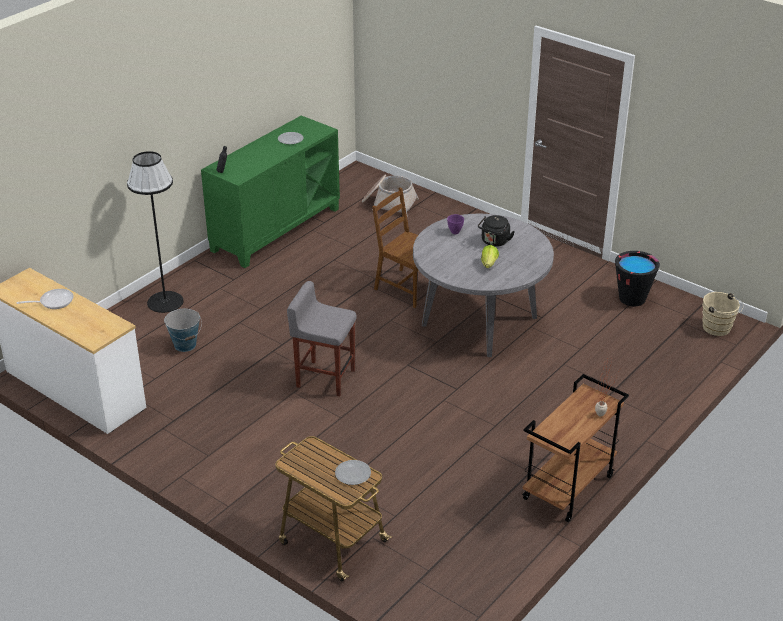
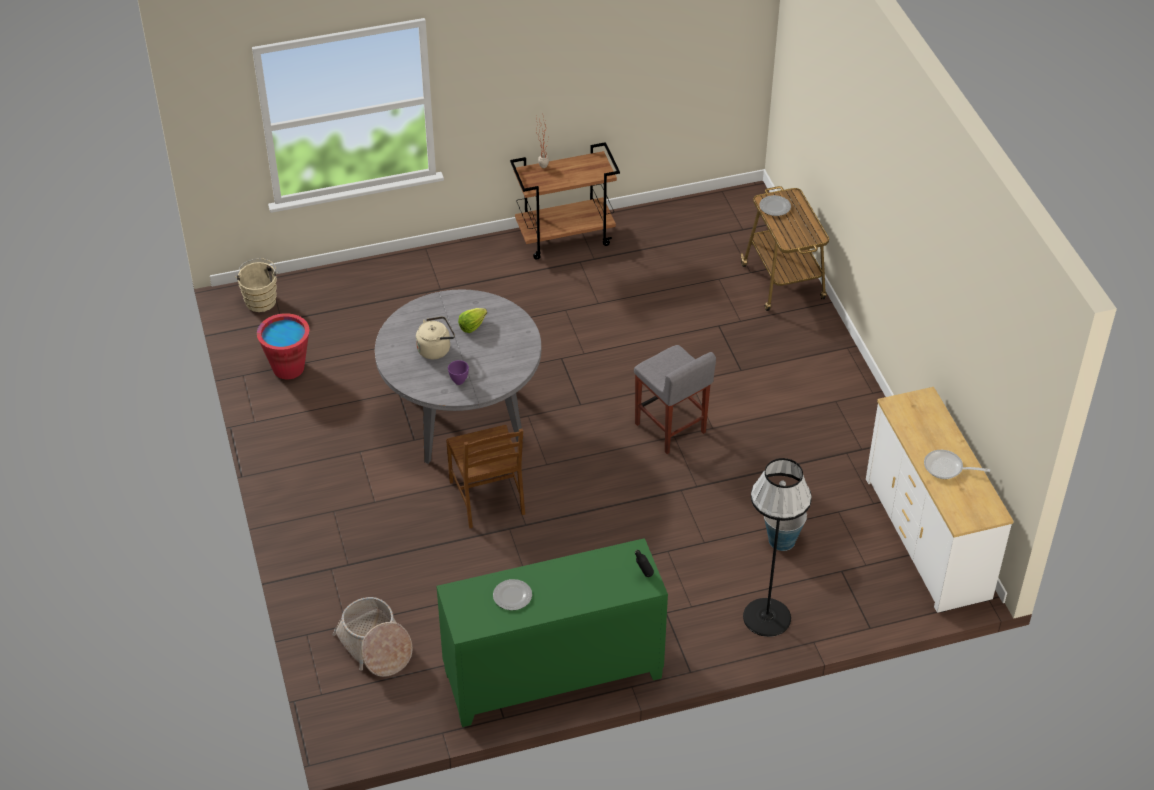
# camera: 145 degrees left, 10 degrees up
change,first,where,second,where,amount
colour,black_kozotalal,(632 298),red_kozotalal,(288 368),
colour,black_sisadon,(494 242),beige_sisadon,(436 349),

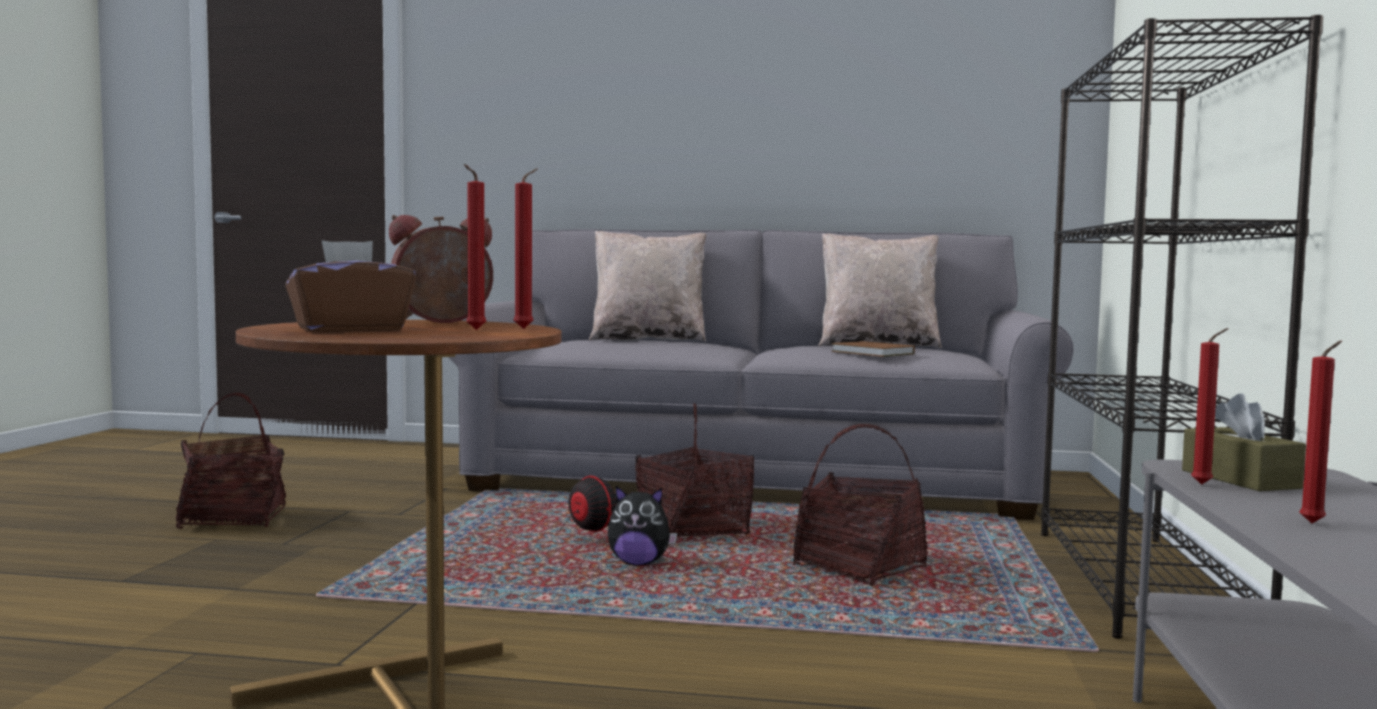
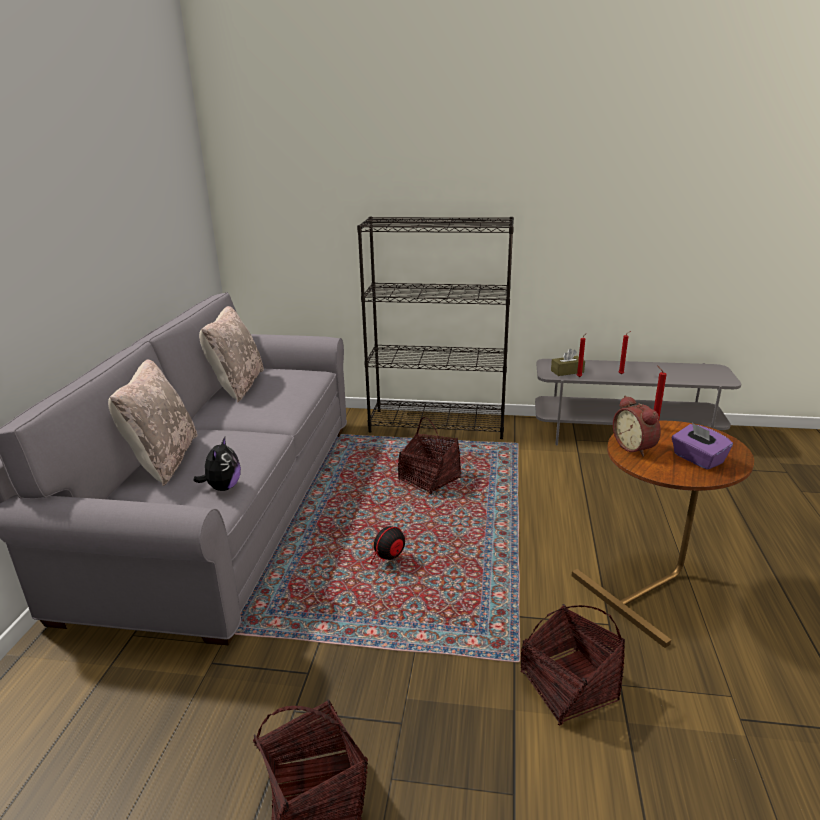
# camera: 90 degrees left, 20 degrees up
change,first,where,second,where,amount
relocated,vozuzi,(639 563),,(223 487),
relocated,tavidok,(693 530),,(567 686),
colour,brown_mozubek,(350 329),purple_mozubek,(697 459),
missing,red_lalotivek,(473 330),,,
missing,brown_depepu,(873 353),,,

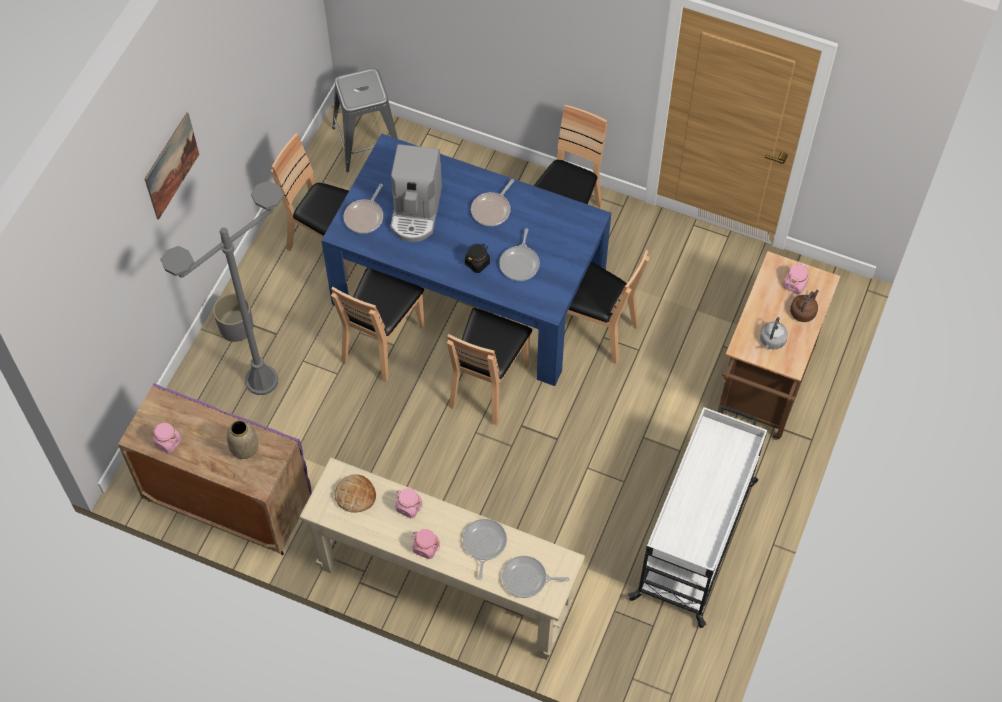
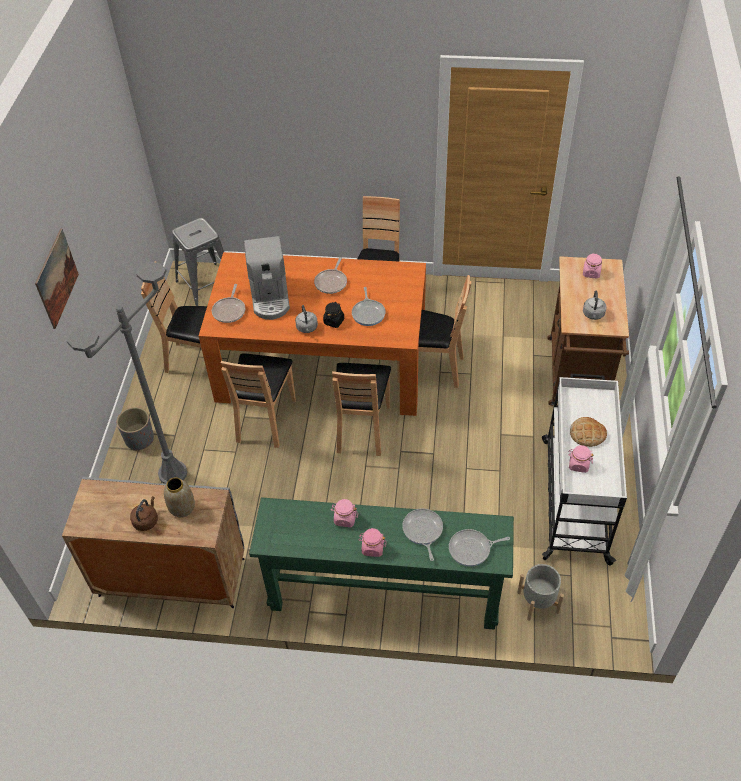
# camera: 15 degrees left, 10 degrees down
change,first,where,second,where,amount
colour,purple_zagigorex,(227 502),grey_zagigorex,(171 577),
relocated,brown_sisadon,(803 311),,(146 520),
colour,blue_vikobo,(469 290),orange_vikobo,(322 365),
colour,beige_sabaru,(445 586),green_sabaru,(384 593),
appeared,,,grey_sisadon,(307 328),
appeared,,,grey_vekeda,(538 602),
relocated,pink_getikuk,(167 442),,(578 464),
relocated,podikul,(355 495),,(587 434),

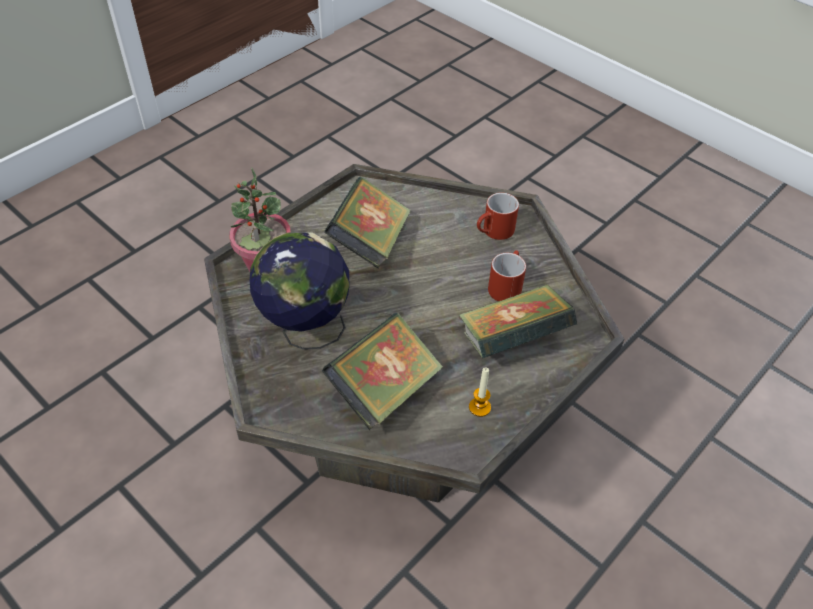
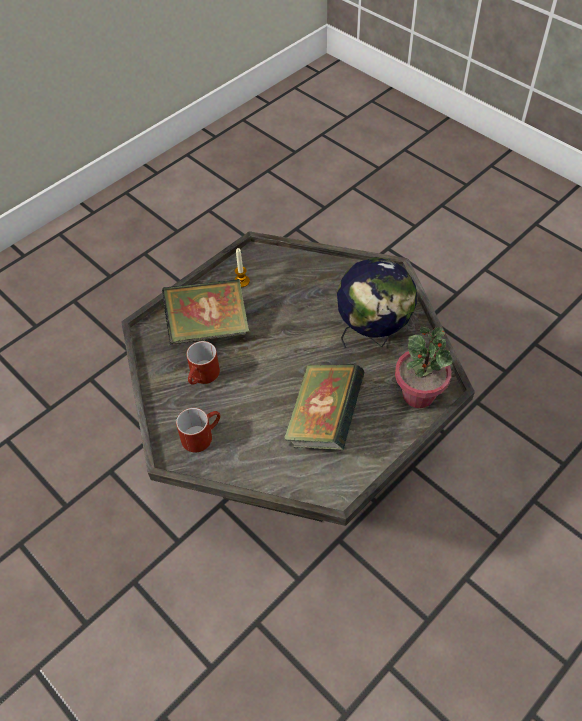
# camera: 175 degrees left, 5 degrees up
change,first,where,second,where,amount
missing,depepu,(384 390),,,

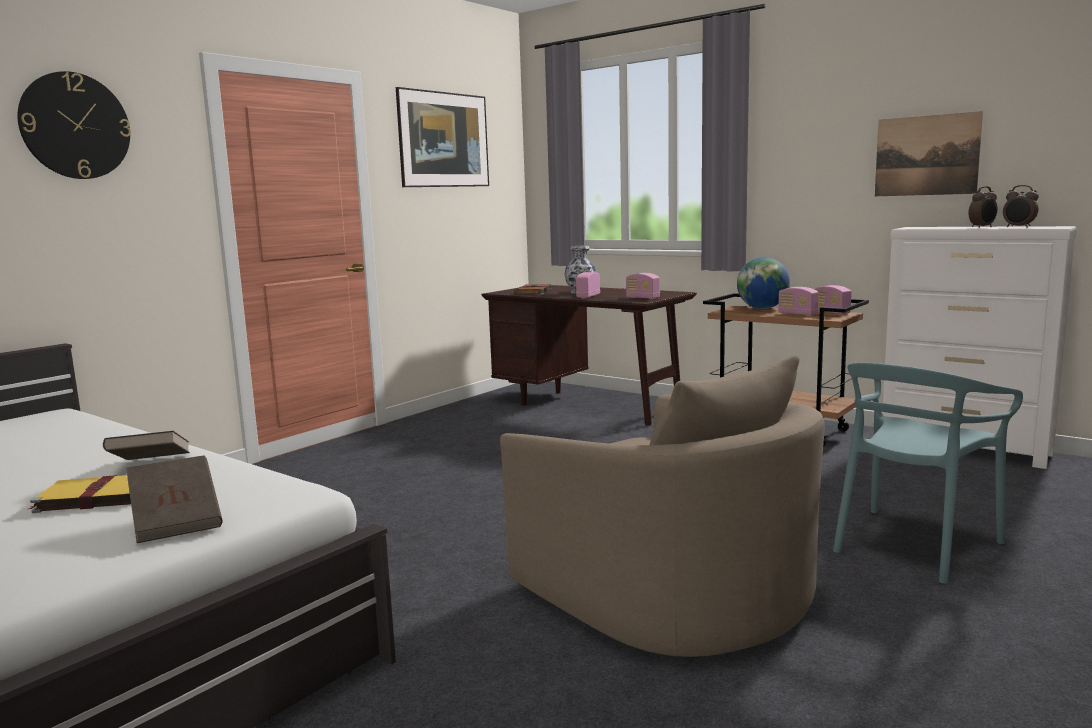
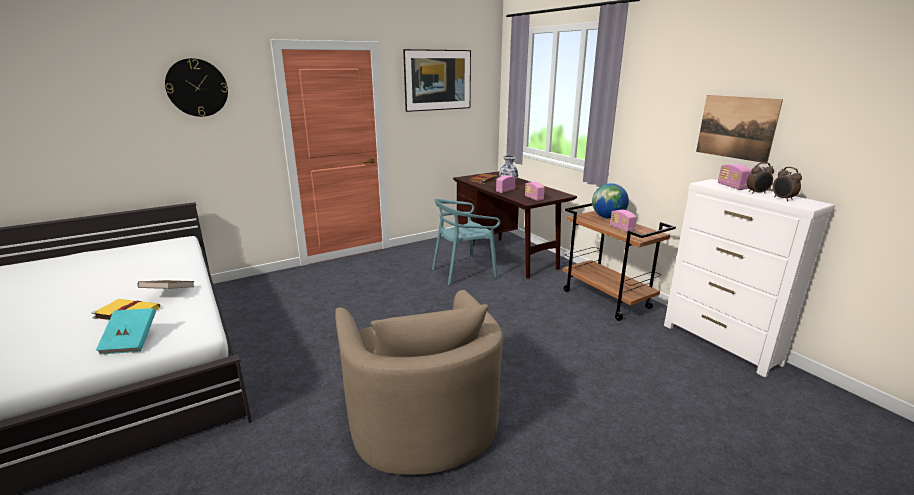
# camera: 20 degrees right, 10 degrees up
change,first,where,second,where,amount
colour,brown_depepu,(177 521),turquoise_depepu,(131 341),
relocated,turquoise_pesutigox,(913 545),,(464 272),
relocated,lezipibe,(831 313),,(732 186),

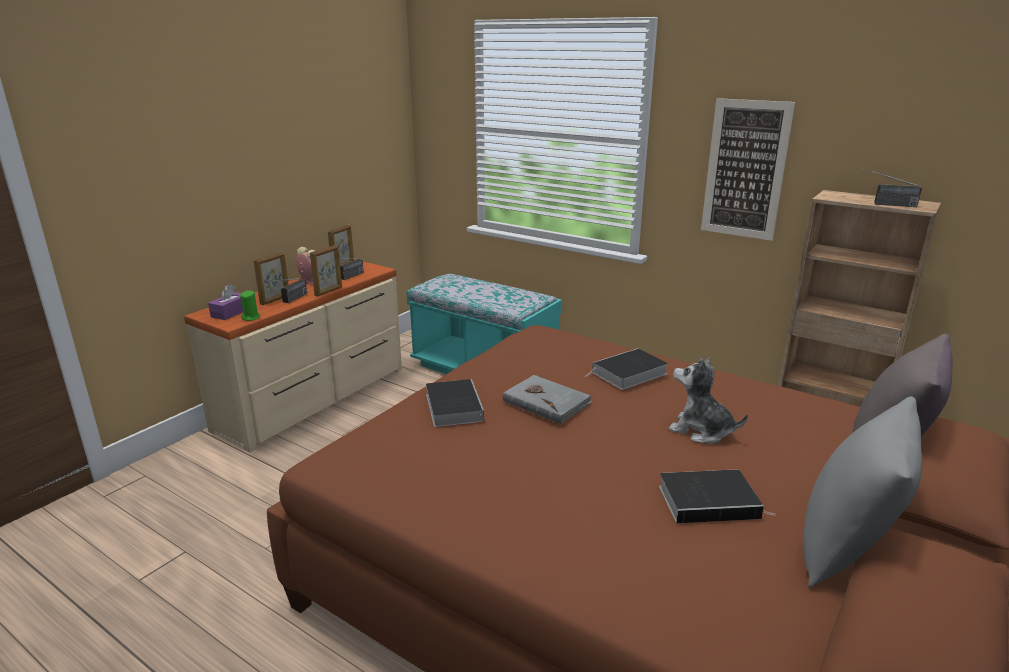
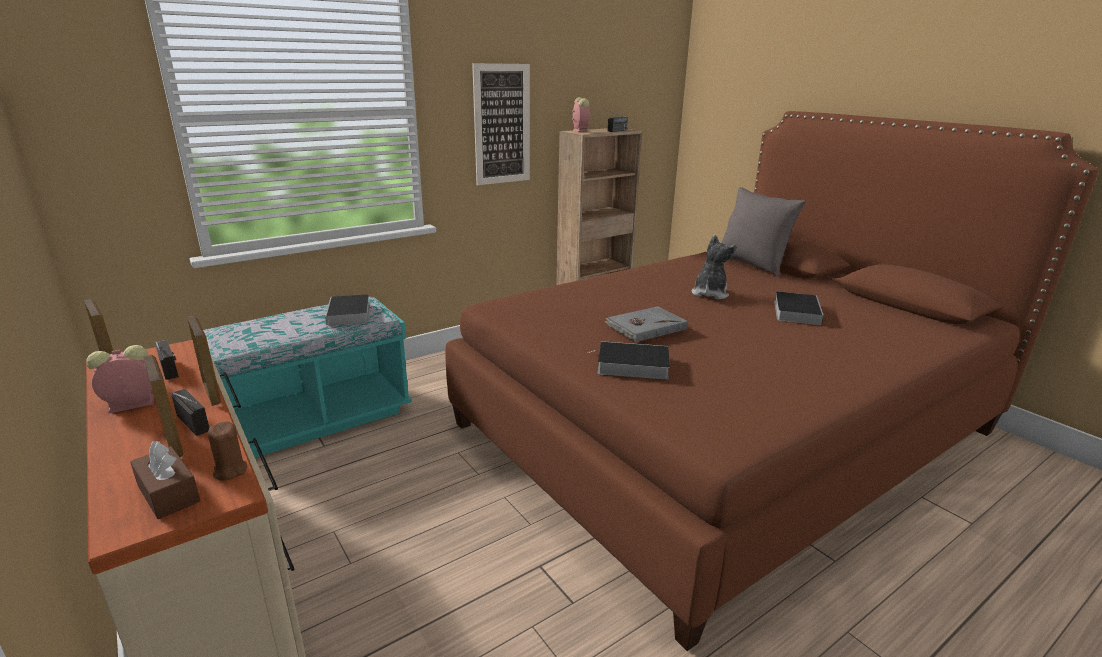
# camera: 70 degrees left, 0 degrees up
change,first,where,second,where,amount
colour,purple_mozubek,(230 313),brown_mozubek,(168 493),
colour,green_lalotivek,(251 318),brown_lalotivek,(230 471),
relocated,depepu,(628 374),,(349 314),
appeared,,,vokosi,(579 131),
spun,vozuzi,(701 431),,(709 293),150 degrees clockwise
missing,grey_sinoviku,(846 549),,,

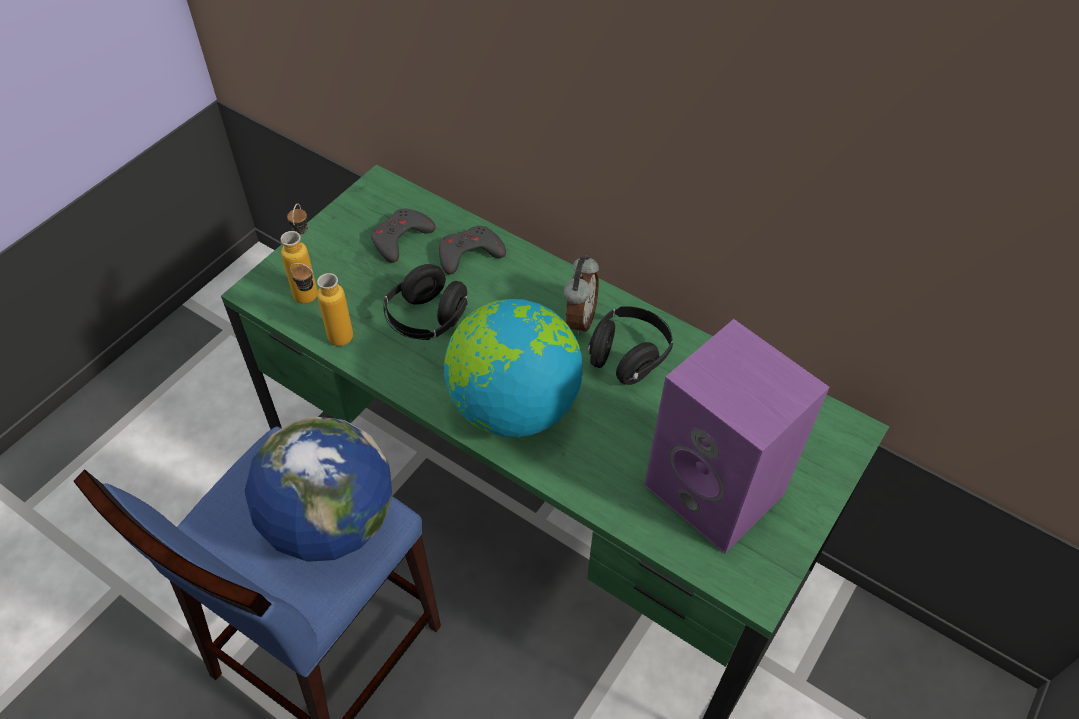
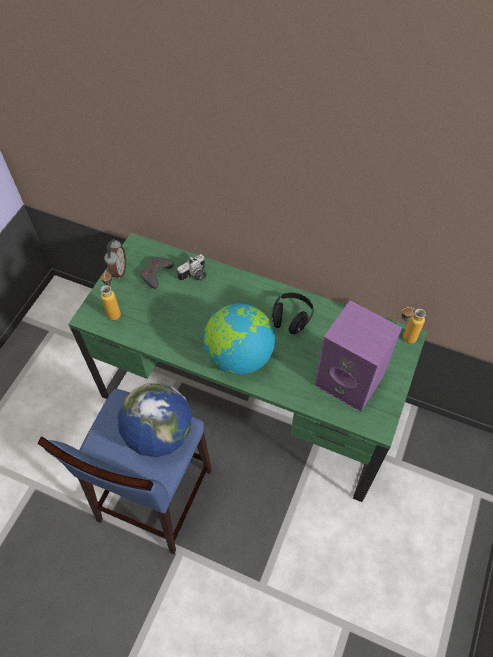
# camera: 10 degrees left, 5 degrees up
change,first,where,second,where,amount
relocated,vokosi,(579 319),,(118 271),
exchanged,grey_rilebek,(469 254),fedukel,(195 276),
relocated,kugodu,(330 335),,(403 338),
missing,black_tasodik,(426 320),,,

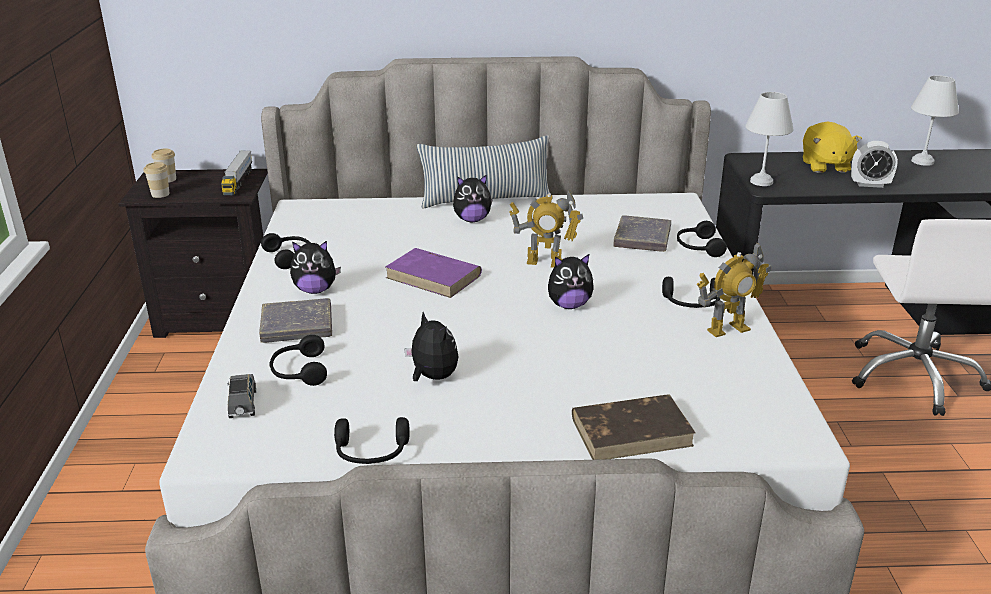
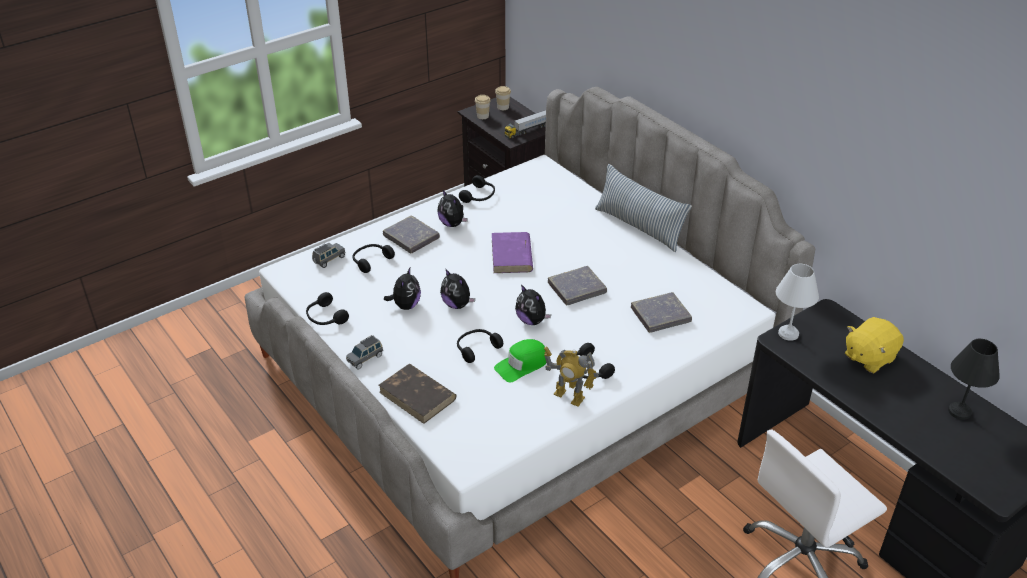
# camera: 55 degrees right, 10 degrees up
change,first,where,second,where,amount
appeared,,,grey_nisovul,(365 358),
relocated,vozuzi,(472 220),,(457 304),
relocated,black_tasodik,(698 247),,(476 348),
appeared,,,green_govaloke,(522 365),
exchanged,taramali,(544 262),grey_depepu,(577 288),
colour,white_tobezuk,(922 161),black_tobezuk,(960 411),
missing,vokosi,(869 184),,,

